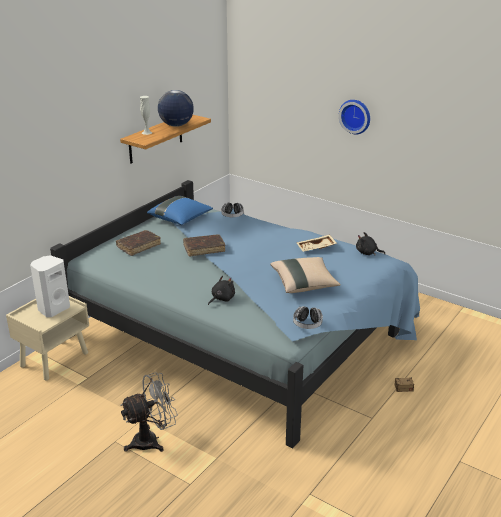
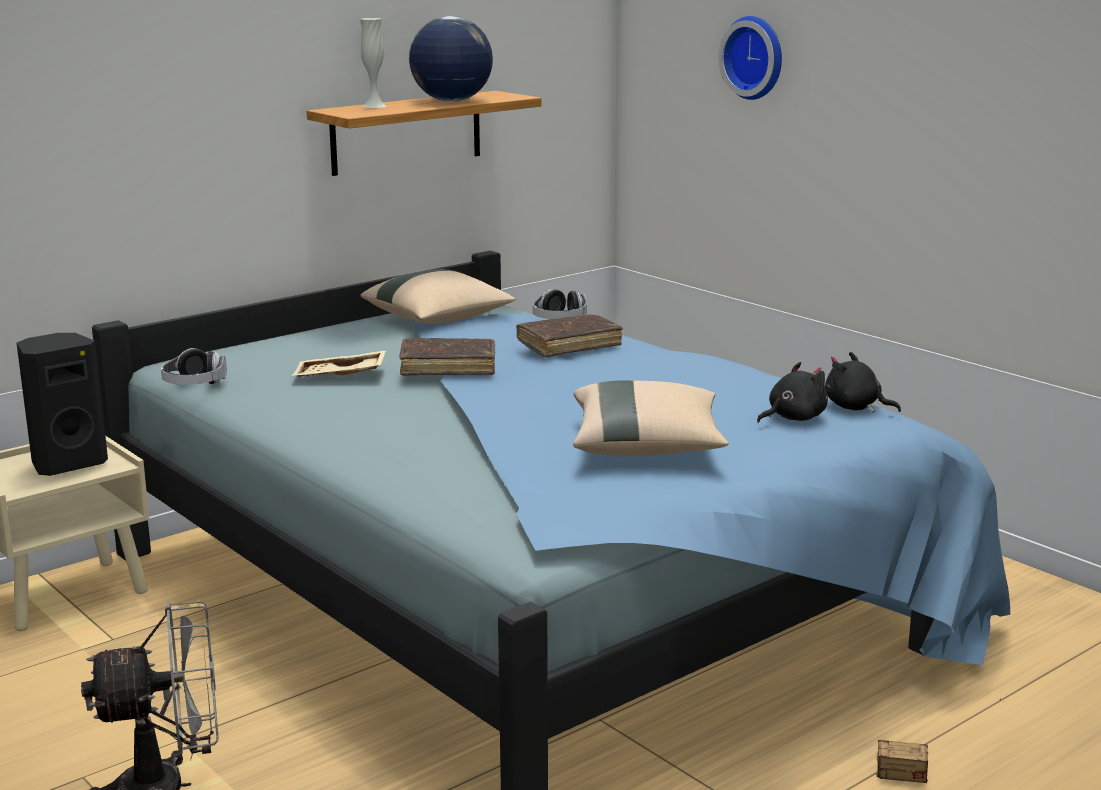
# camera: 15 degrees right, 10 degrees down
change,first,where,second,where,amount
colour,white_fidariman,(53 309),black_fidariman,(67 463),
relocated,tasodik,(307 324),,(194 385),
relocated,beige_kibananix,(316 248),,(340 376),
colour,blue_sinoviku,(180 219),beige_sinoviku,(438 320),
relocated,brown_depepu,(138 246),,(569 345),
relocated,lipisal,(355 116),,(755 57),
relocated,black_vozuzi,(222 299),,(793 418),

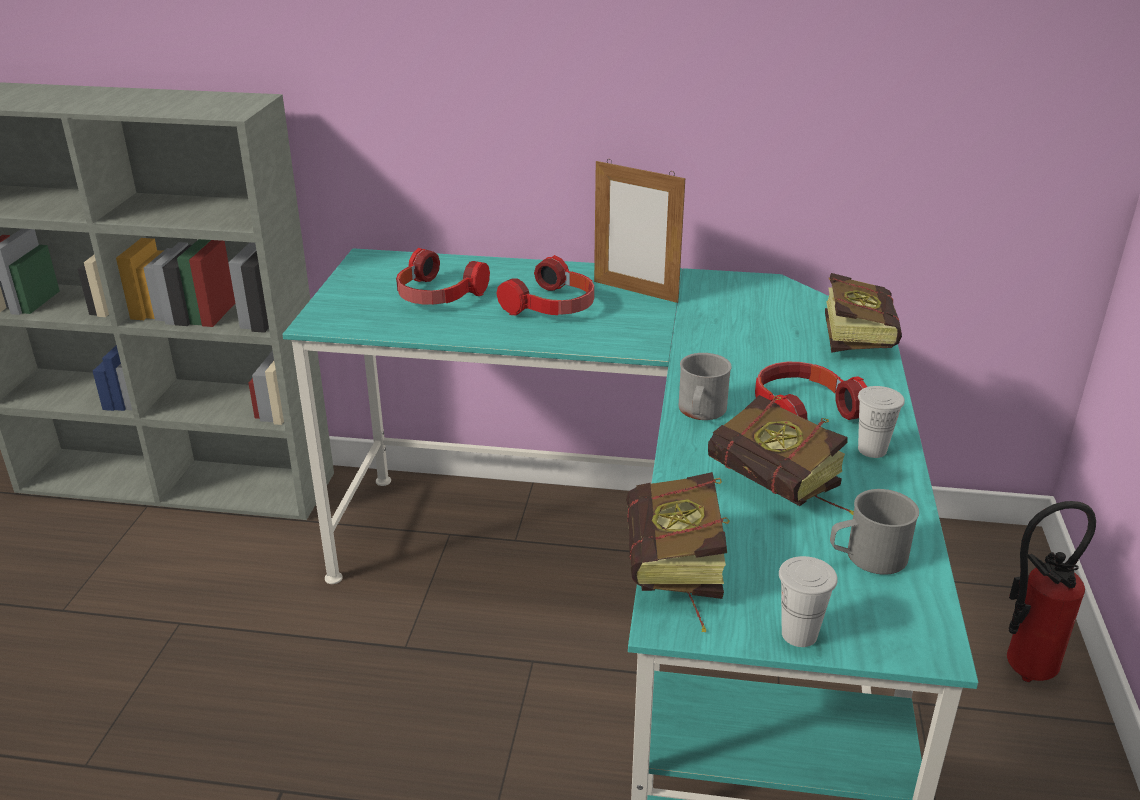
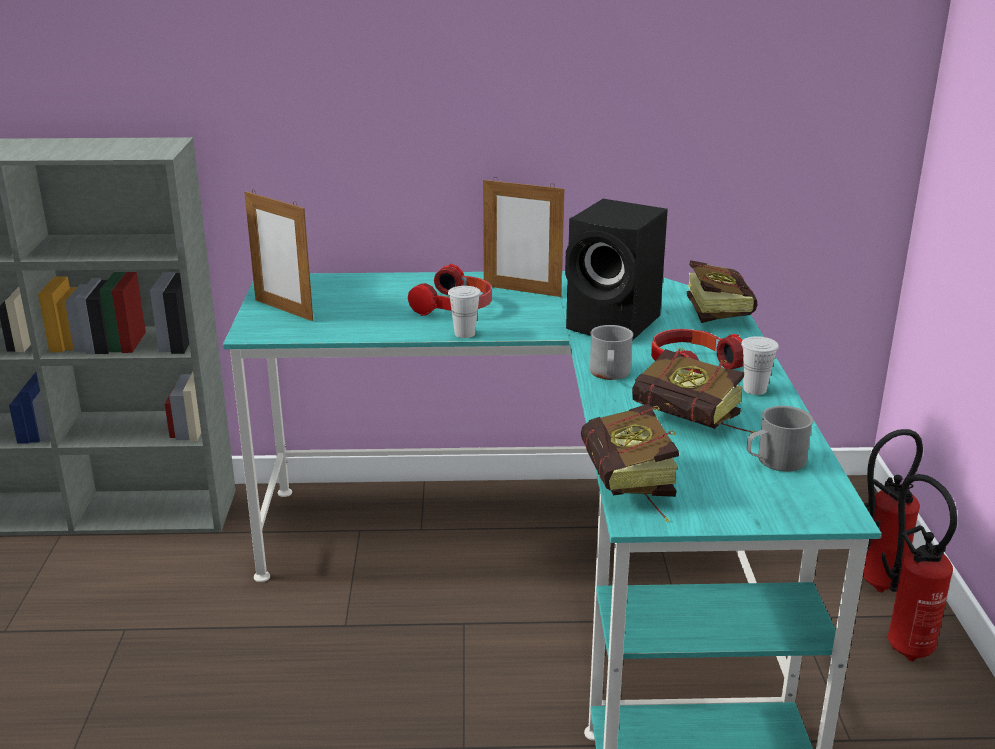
# camera: 10 degrees left, 5 degrees down
change,first,where,second,where,amount
appeared,,,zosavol,(283 310),
relocated,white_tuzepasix,(799 634),,(464 333),
appeared,,,black_fidariman,(616 324),
appeared,,,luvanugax,(905 644),
missing,tasodik,(437 296),,,

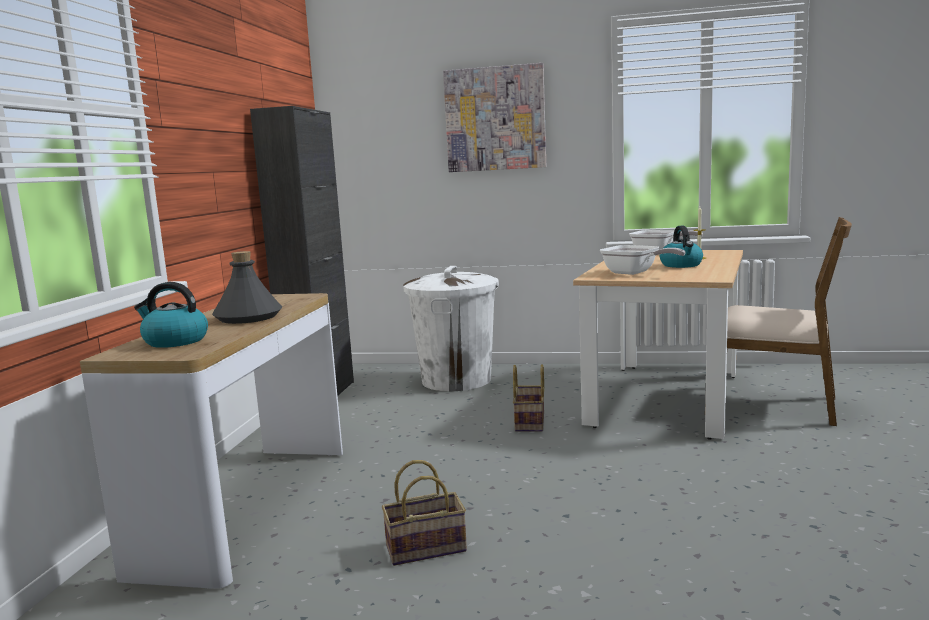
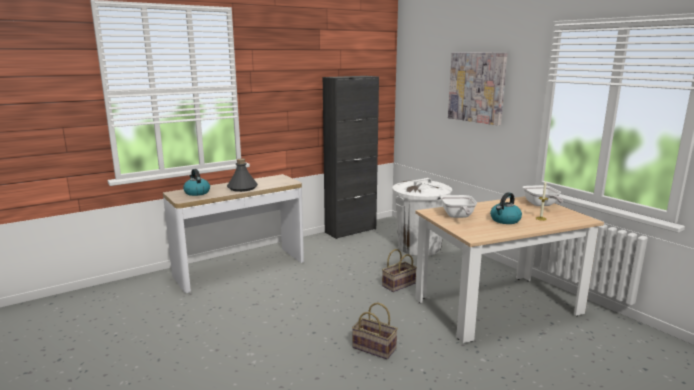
# camera: 45 degrees right, 5 degrees up
change,first,where,second,where,amount
relocated,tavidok,(427 547),,(375 348),
missing,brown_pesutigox,(772 405),,,

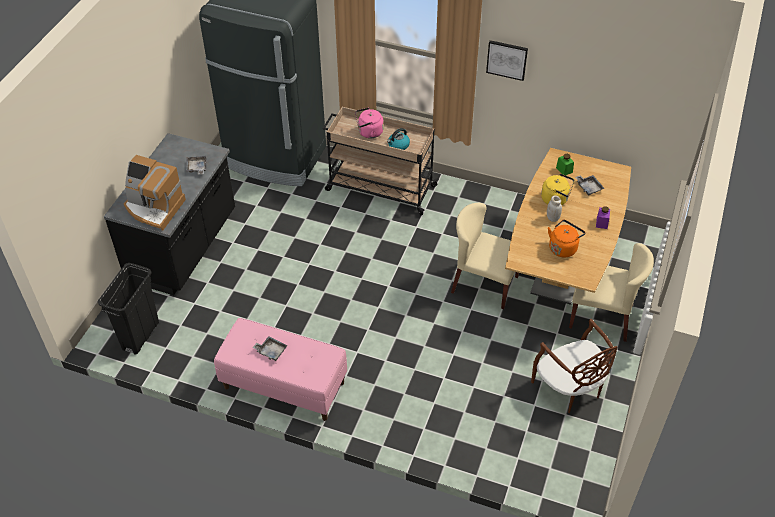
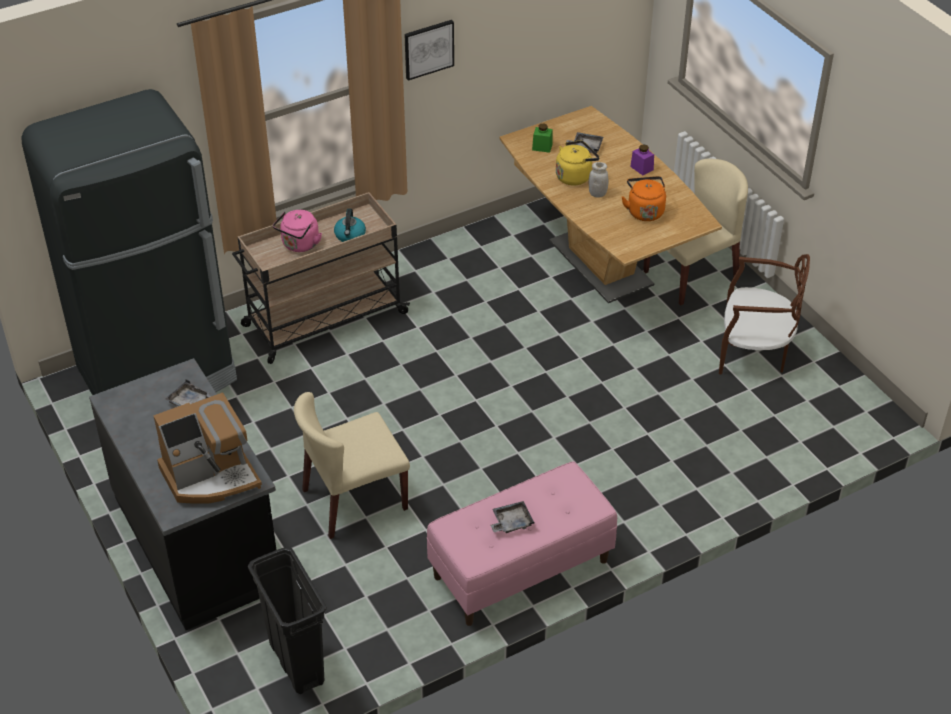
# camera: 50 degrees left, 5 degrees down
change,first,where,second,where,amount
relocated,beige_pesutigox,(484 284),,(354 500),

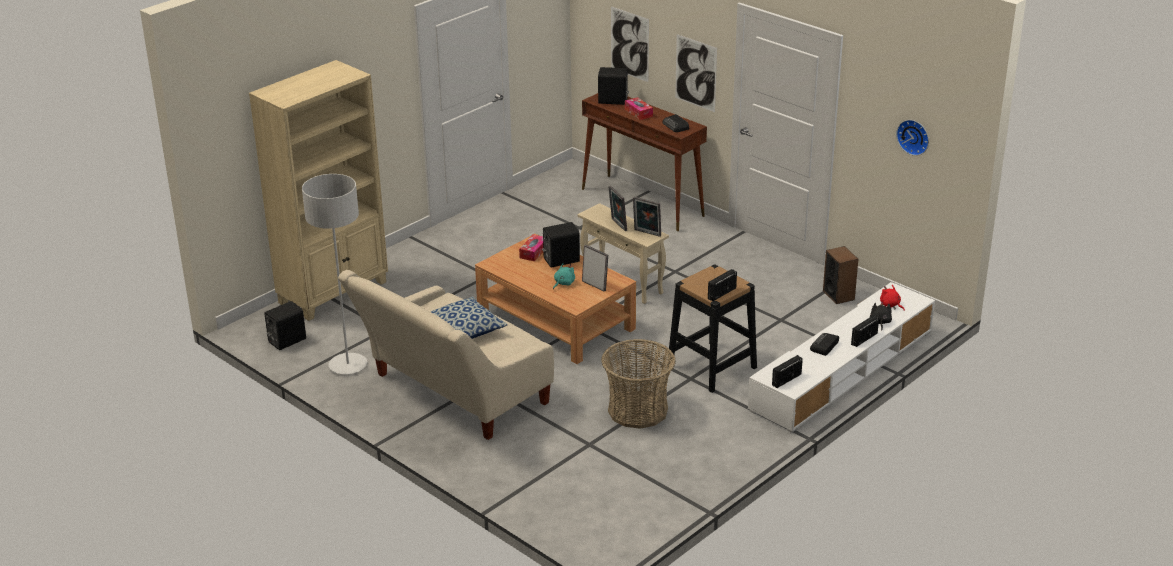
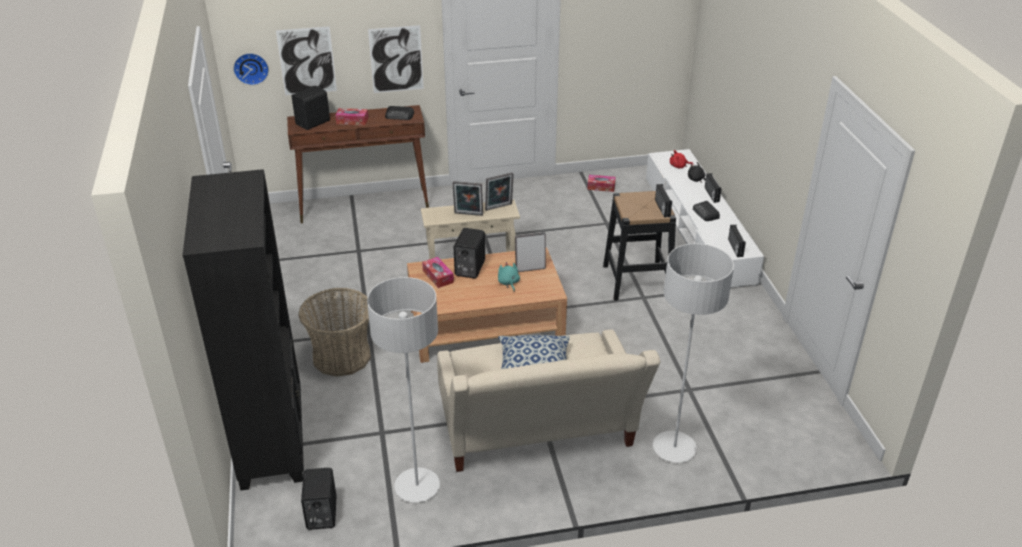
# camera: 55 degrees left, 5 degrees up
change,first,where,second,where,amount
colour,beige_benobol,(334 292),black_benobol,(273 440),
relocated,lipisal,(914 136),,(251 68),
relocated,tavidok,(638 410),,(342 356),
exchanged,fidariman,(838 295),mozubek,(601 187),
appeared,,,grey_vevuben,(674 448),

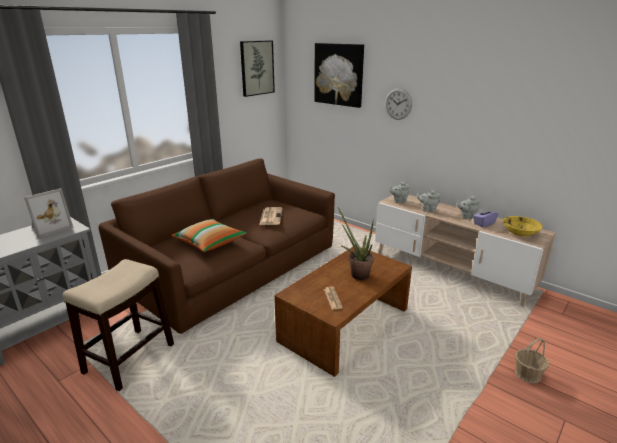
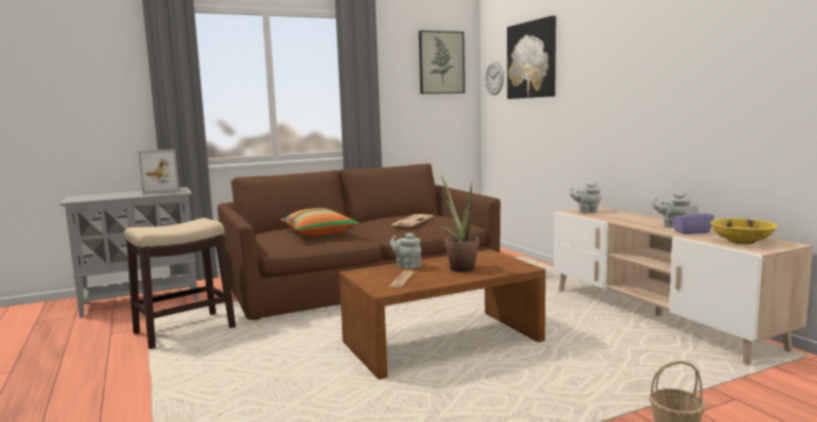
# camera: 25 degrees right, 15 degrees down
change,first,where,second,where,amount
relocated,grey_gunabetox,(427 209),,(407 266),
relocated,lipisal,(398 104),,(494 78),

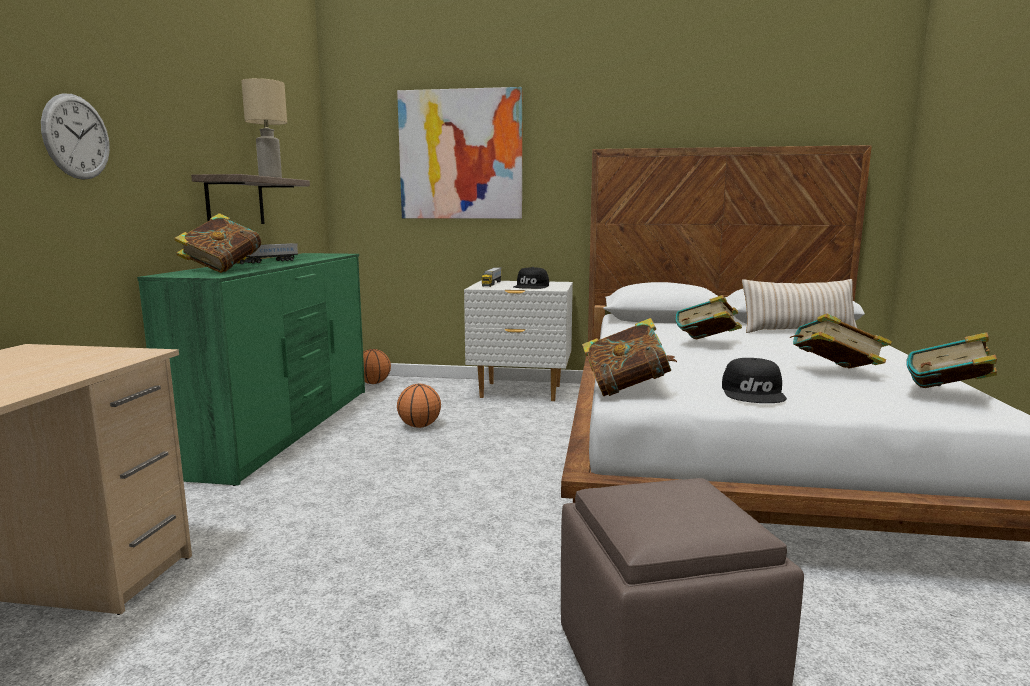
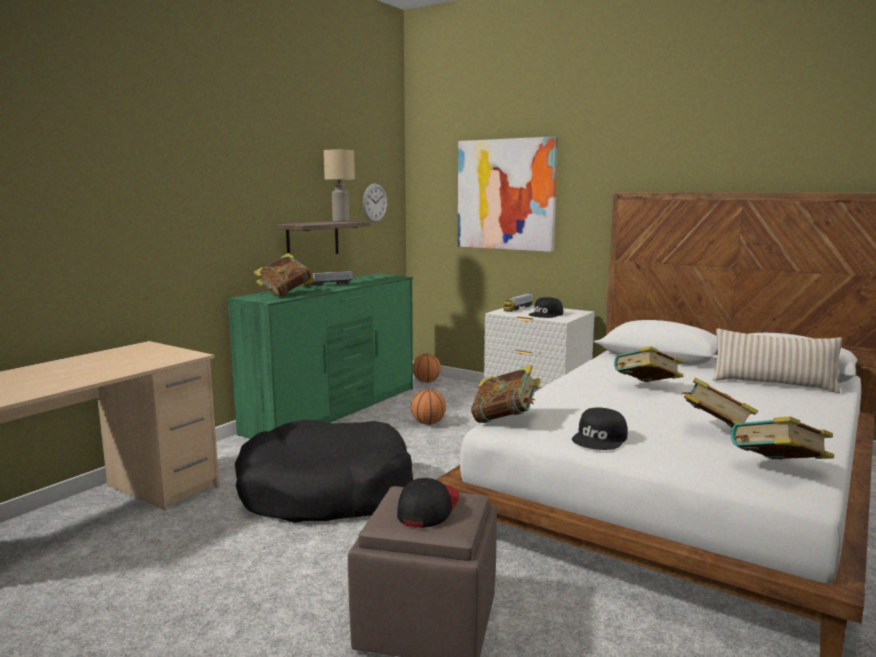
# camera: 25 degrees right, 0 degrees up
change,first,where,second,where,amount
appeared,,,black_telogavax,(325 491),
relocated,lipisal,(76 137),,(375 203),
appeared,,,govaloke,(427 508),

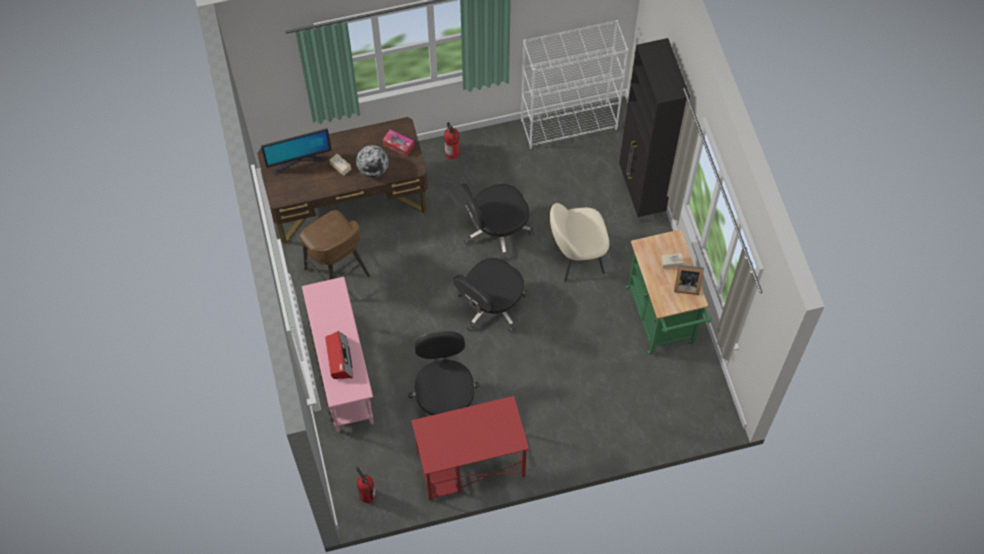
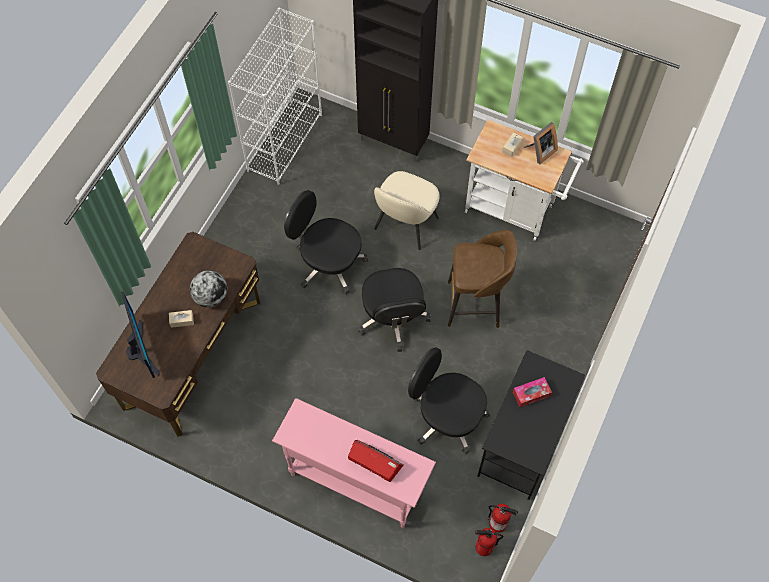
# camera: 50 degrees left, 0 degrees up
change,first,where,second,where,amount
spun,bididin,(299 161),,(141 350),45 degrees counterclockwise
spun,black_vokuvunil,(496 230),,(328 263),105 degrees clockwise
relocated,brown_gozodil,(338 274),,(475 304),
colour,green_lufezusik,(662 321),white_lufezusik,(514 210),
colour,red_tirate,(470 465),black_tirate,(522 443),
relocated,luvanugax,(452 153),,(498 523),
relocated,mozubek,(398 145),,(531 394),

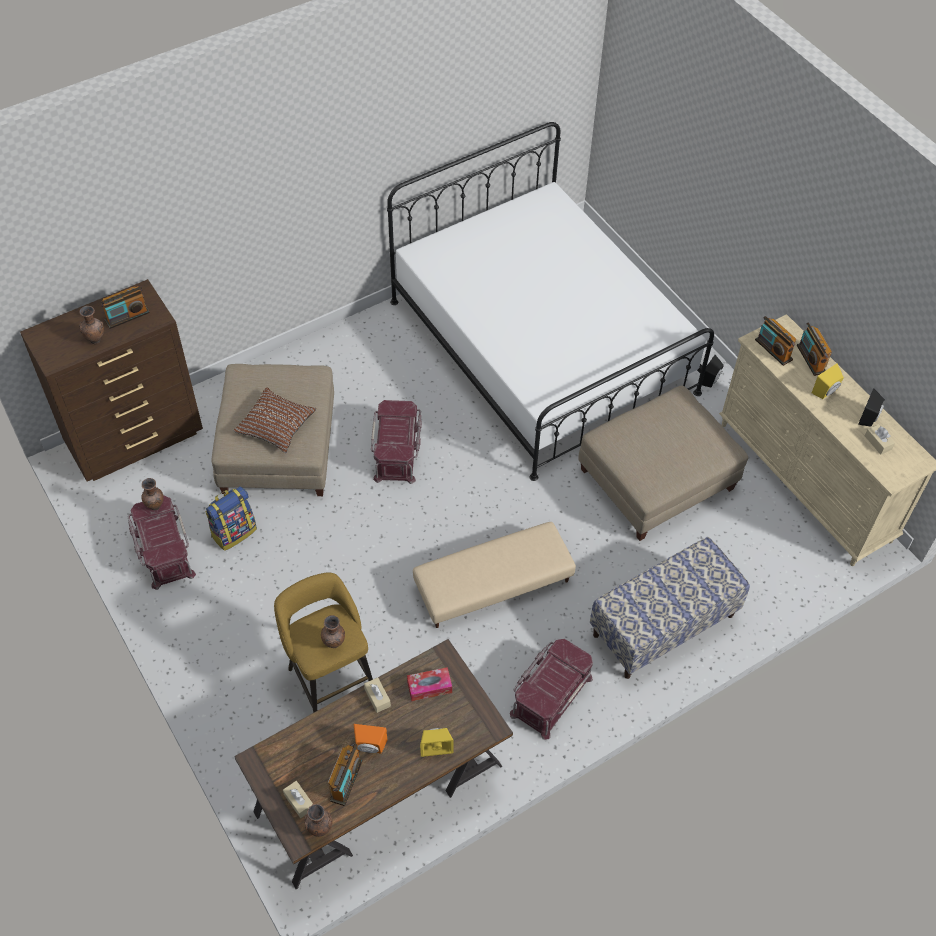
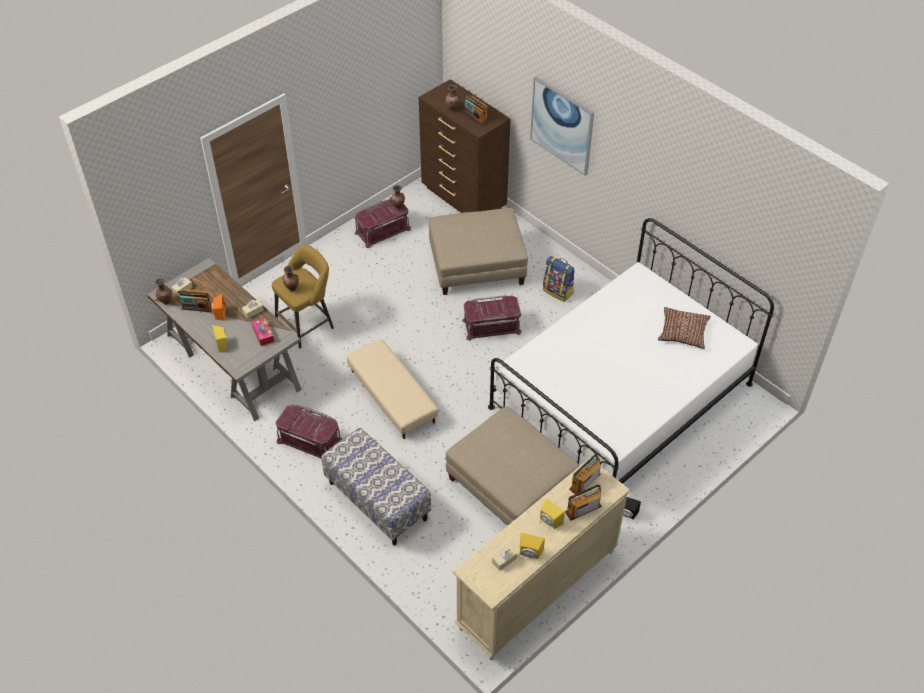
# camera: 80 degrees right, 5 degrees down
change,first,where,second,where,amount
colour,brown_tirate,(379 790),grey_tirate,(232 362),
colour,black_fidariman,(869 418),yellow_fidariman,(530 554),
appeared,,,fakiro,(562 125),
relocated,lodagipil,(234 532),,(558 291),
relocated,brown_sinoviku,(276 425),,(683 332),

